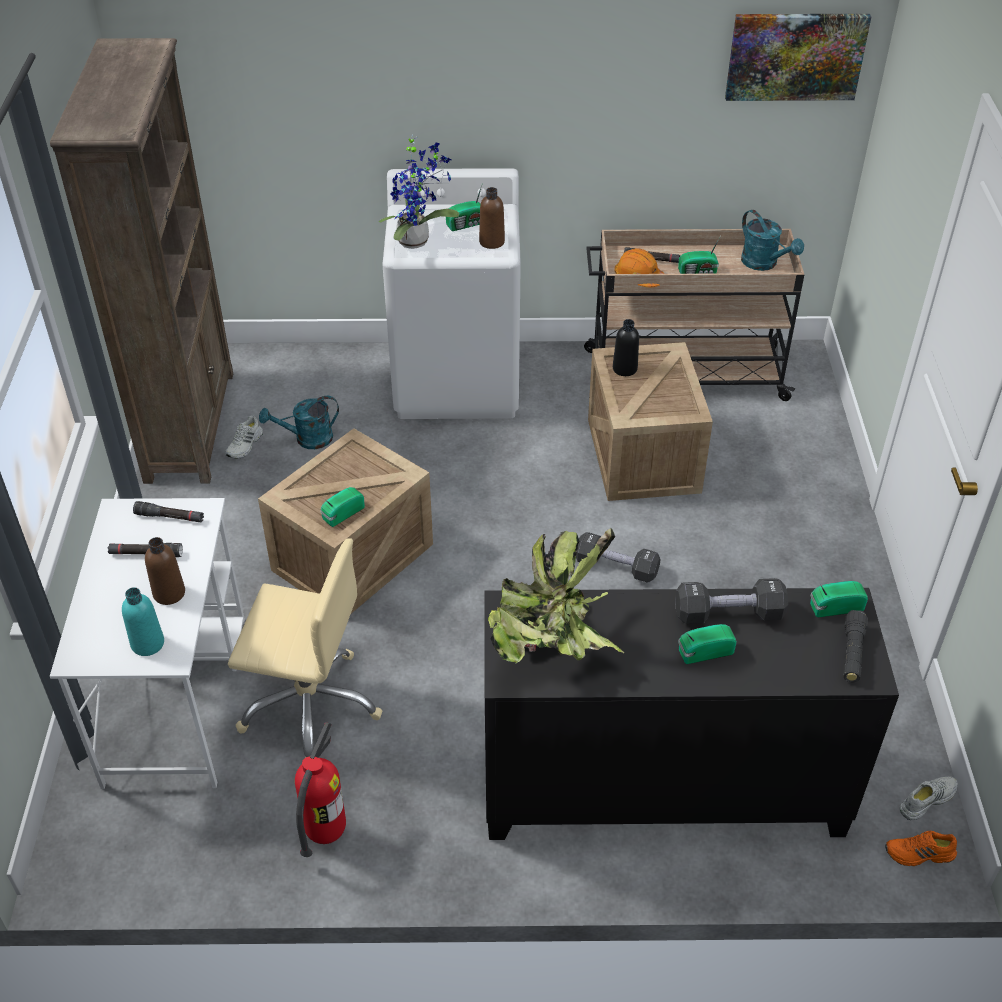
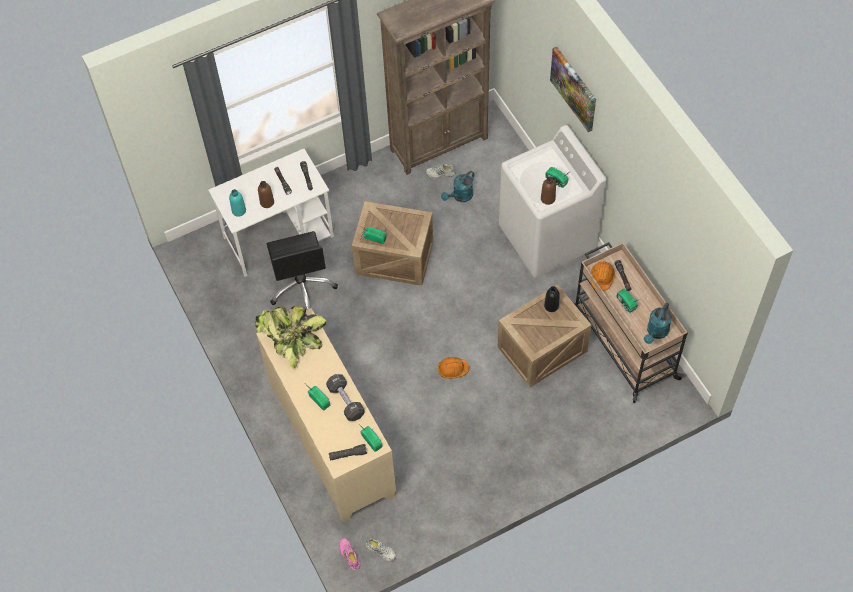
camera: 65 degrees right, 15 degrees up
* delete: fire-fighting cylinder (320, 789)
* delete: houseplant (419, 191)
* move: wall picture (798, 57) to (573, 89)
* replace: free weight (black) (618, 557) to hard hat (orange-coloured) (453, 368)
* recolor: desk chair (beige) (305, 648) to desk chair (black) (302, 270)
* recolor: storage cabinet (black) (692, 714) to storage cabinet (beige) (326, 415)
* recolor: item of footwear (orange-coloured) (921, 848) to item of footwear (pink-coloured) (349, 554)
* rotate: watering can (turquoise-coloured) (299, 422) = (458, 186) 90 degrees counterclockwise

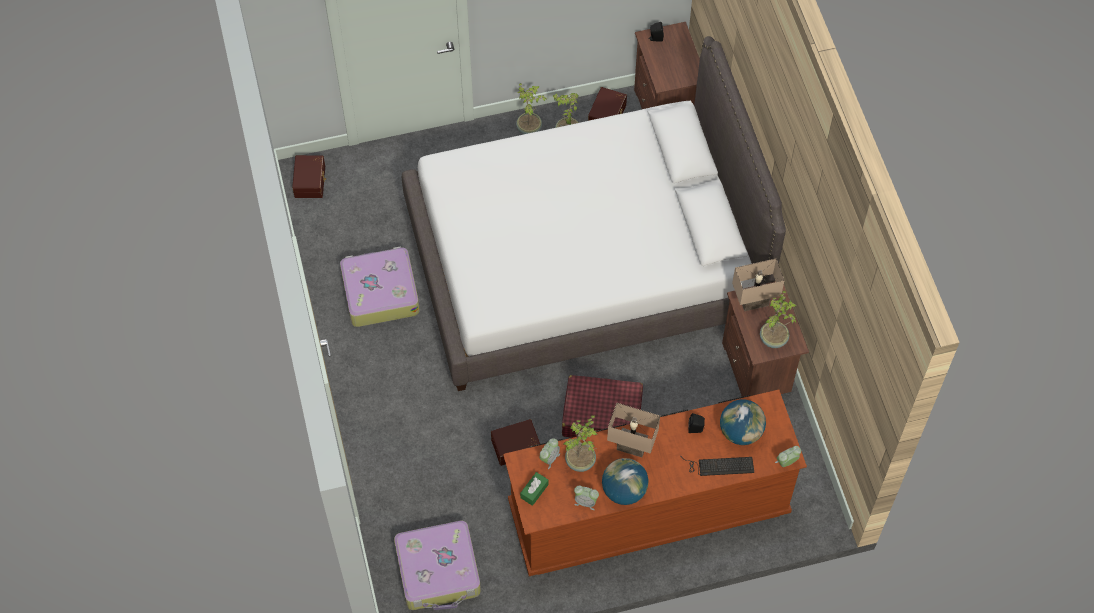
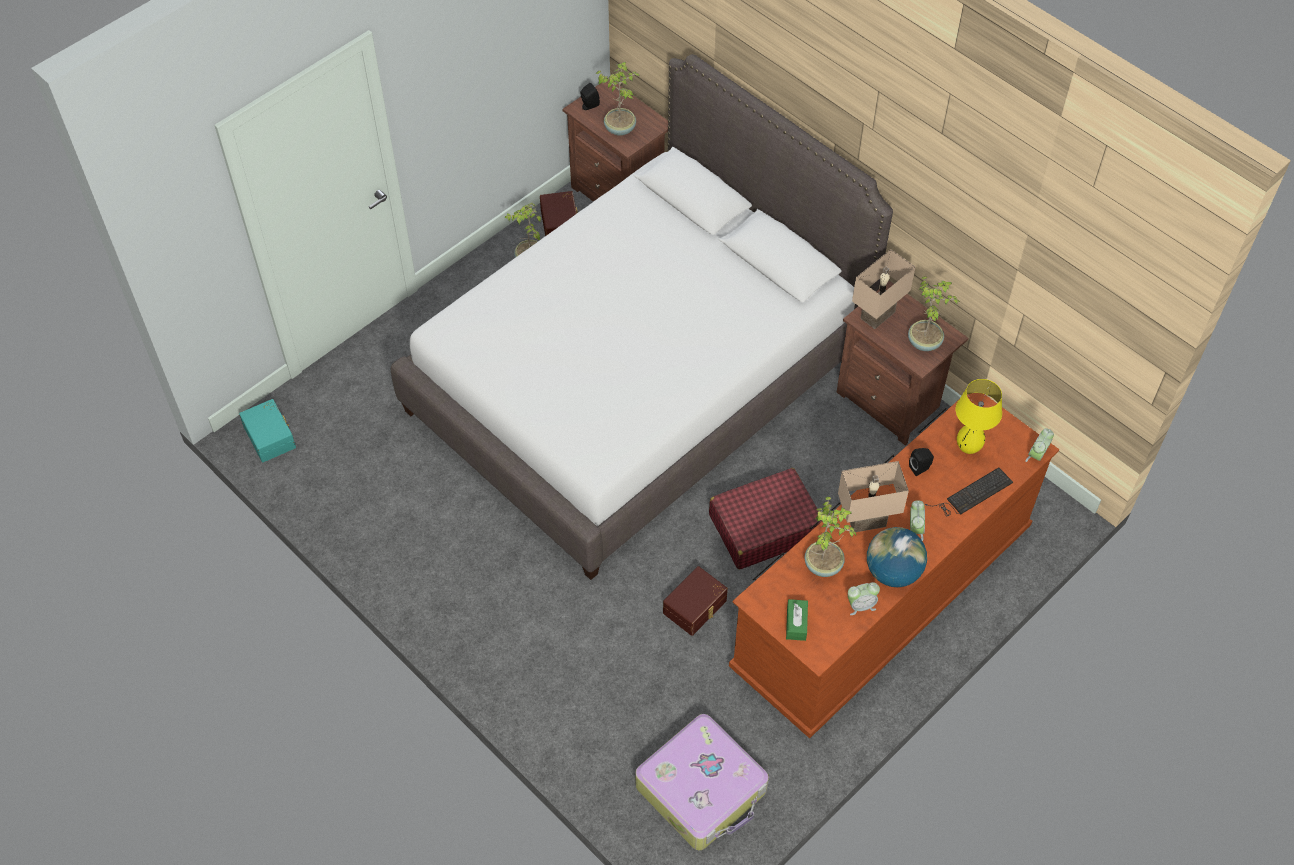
camera: 30 degrees left, 5 degrees down
* delete: suitcase (380, 286)
* move: houseplant (531, 108) to (617, 99)
* move: alarm clock (550, 453) to (917, 520)
* replace: world globe (743, 422) to lamp for a table (yellowish) (979, 416)
* recolor: storage container (brown) (309, 176) to storage container (turquoise-coloured) (267, 430)

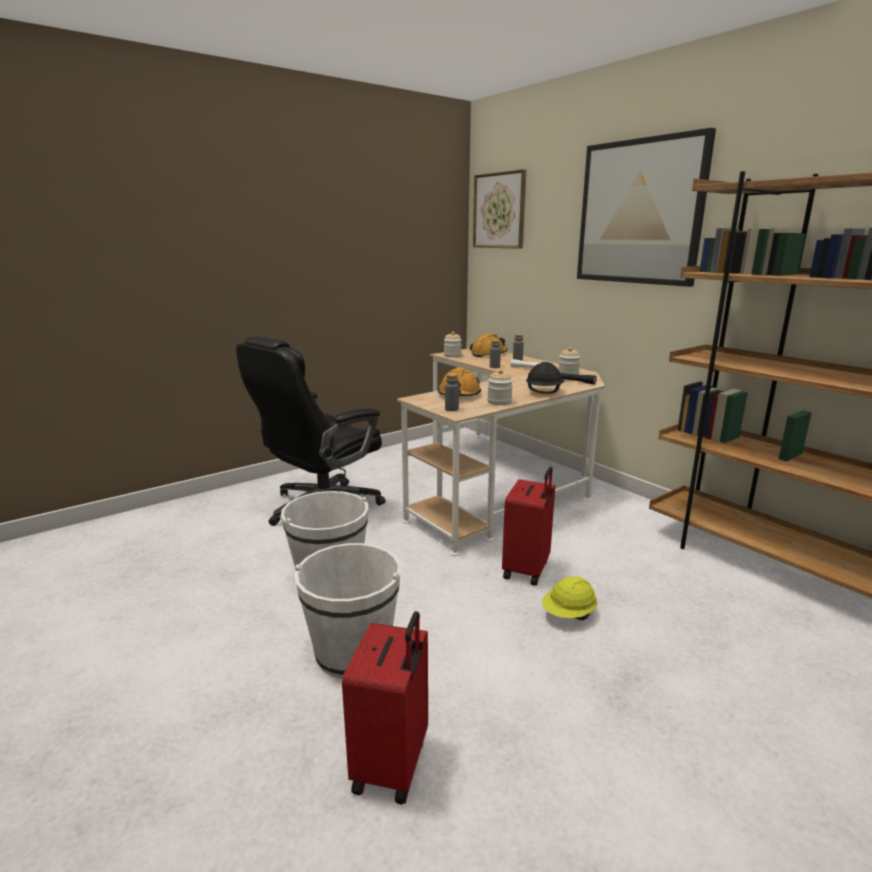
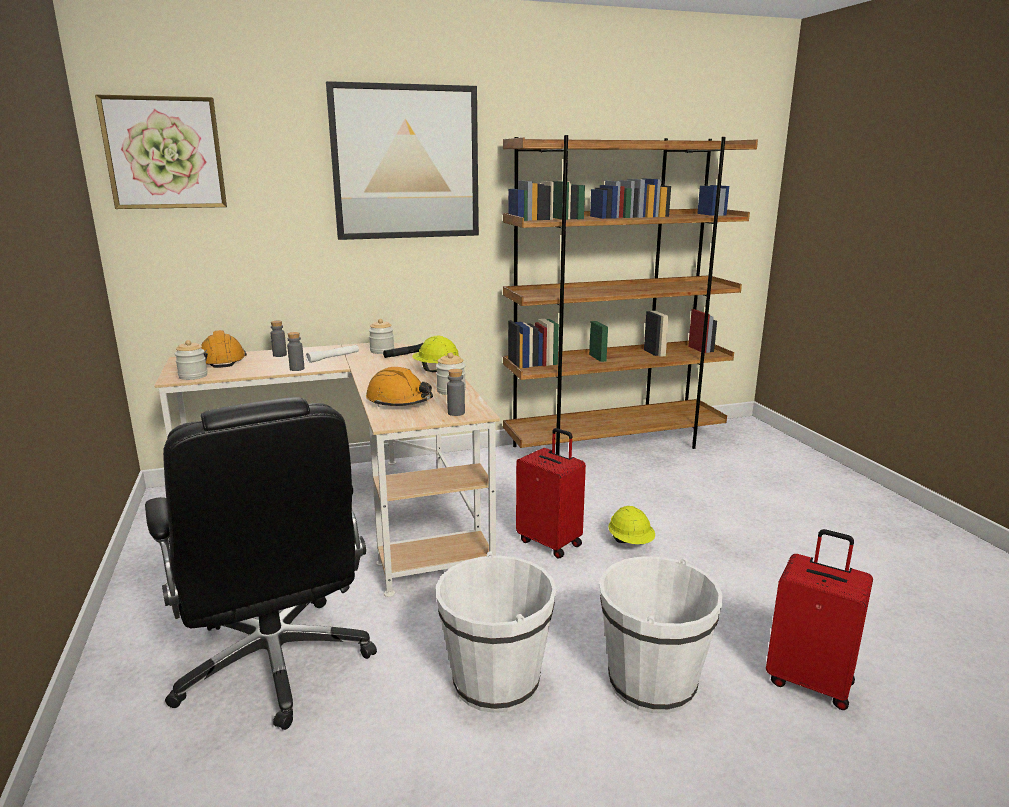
camera: 70 degrees left, 0 degrees up
* recolor: hard hat (black) (545, 378) to hard hat (yellowish) (436, 354)

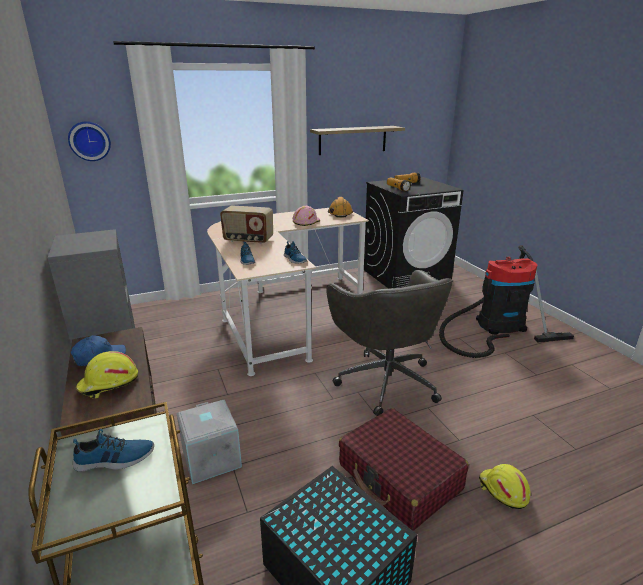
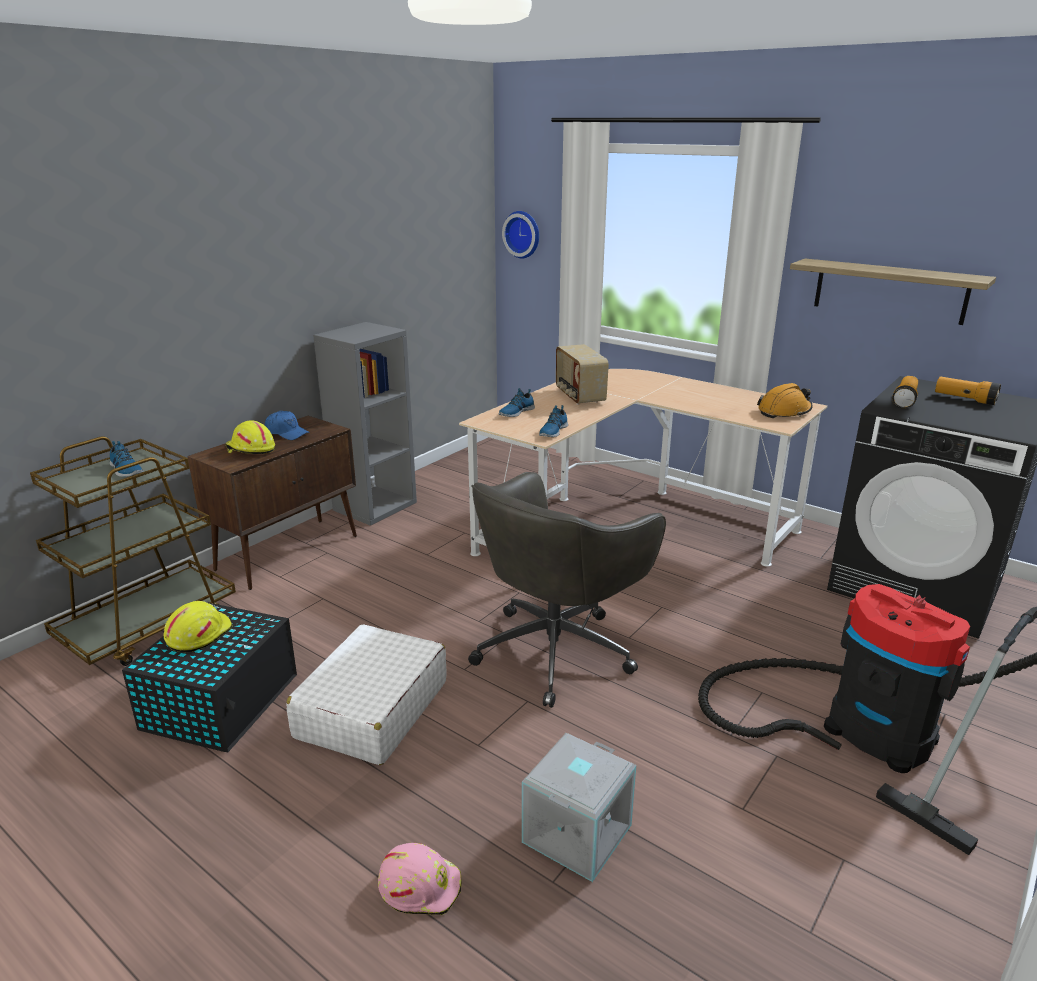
camera: 60 degrees right, 0 degrees up
* move: storage container (gray) (209, 442) to (579, 807)
* move: hard hat (pink-coloured) (306, 216) to (420, 879)
* move: hard hat (yellowish) (505, 486) to (198, 626)
* recolor: suitcase (red-coloured) (404, 469) to suitcase (white) (366, 694)

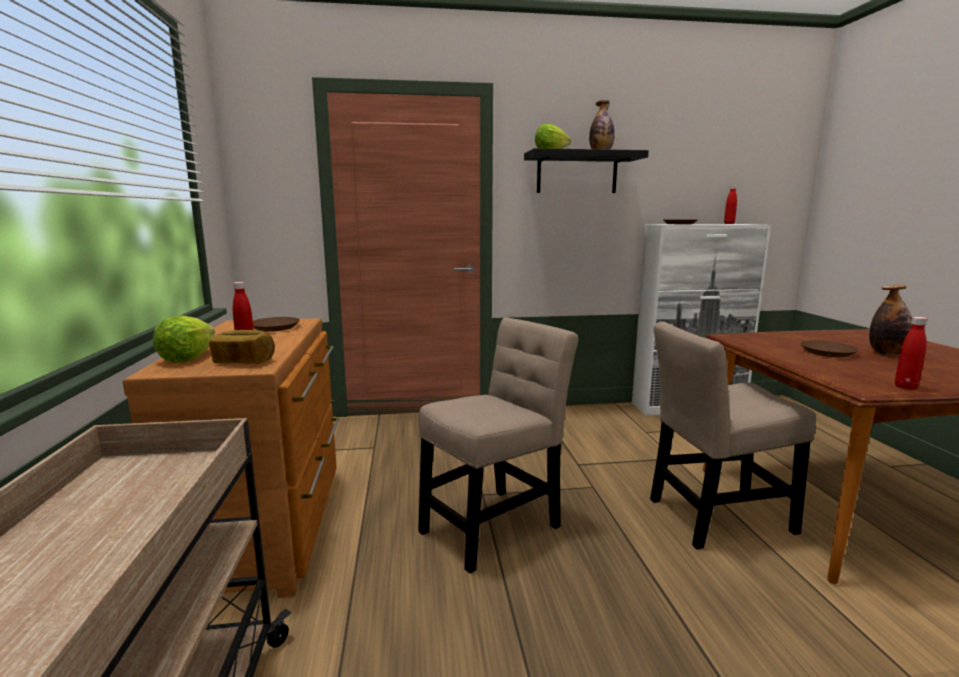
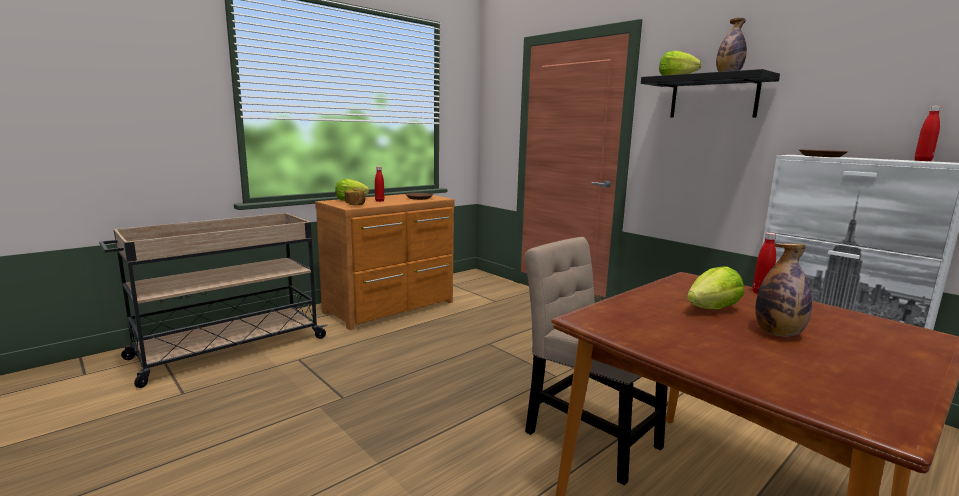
camera: 55 degrees right, 0 degrees up
* delete: upright chair (beige) (498, 445)
* move: bottle (red-coloured) (911, 353) to (765, 263)
* replace: dinner plate (brown) (829, 348) to lettuce head (715, 287)

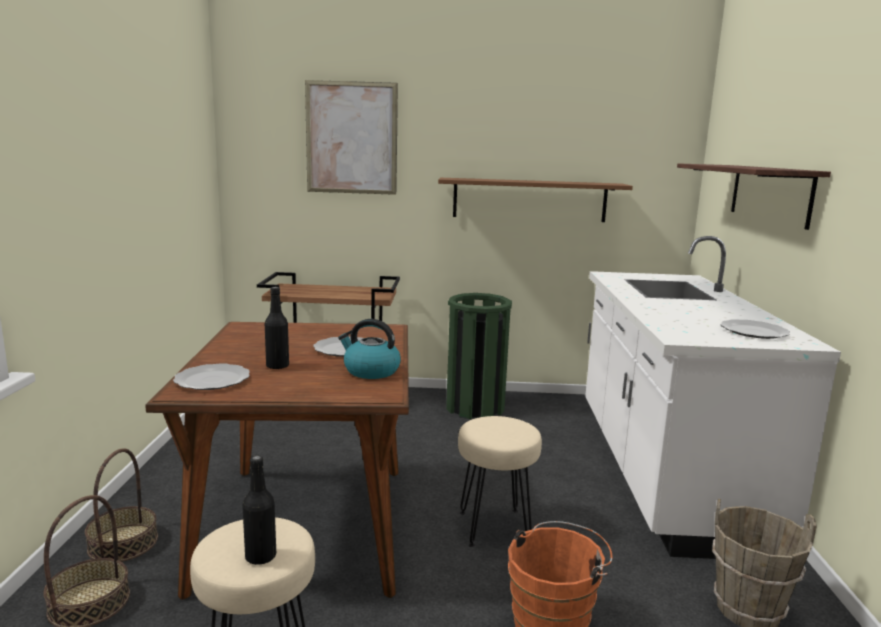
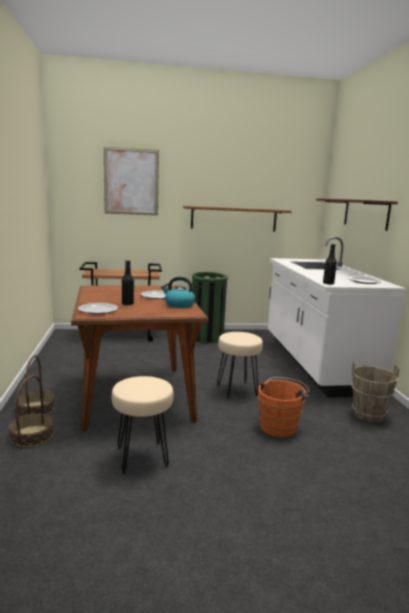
camera: 10 degrees left, 0 degrees up
* move: bottle (black) (259, 510) to (330, 264)

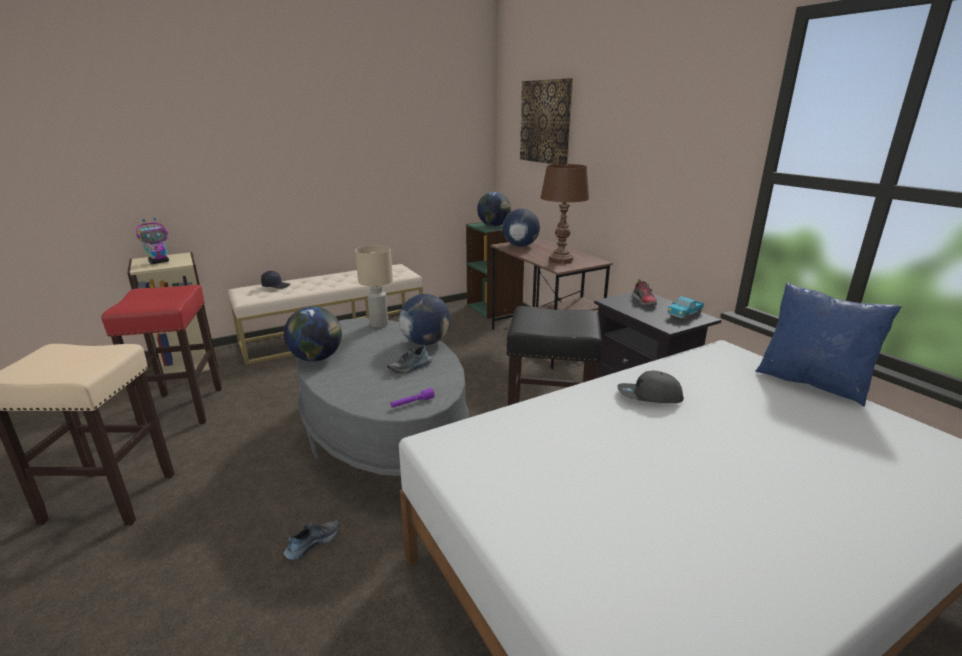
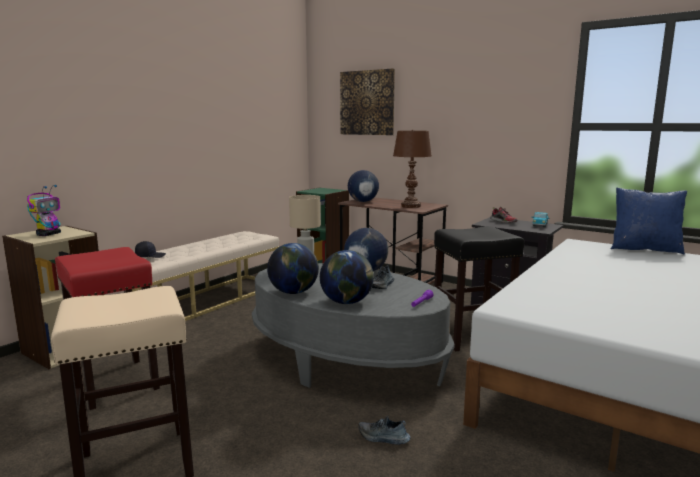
camera: 25 degrees left, 10 degrees down
* delete: baseball cap (gray) (650, 387)
* move: world globe (494, 209) to (347, 277)
* rotate: item of footwear (311, 540) = (384, 430) 90 degrees counterclockwise

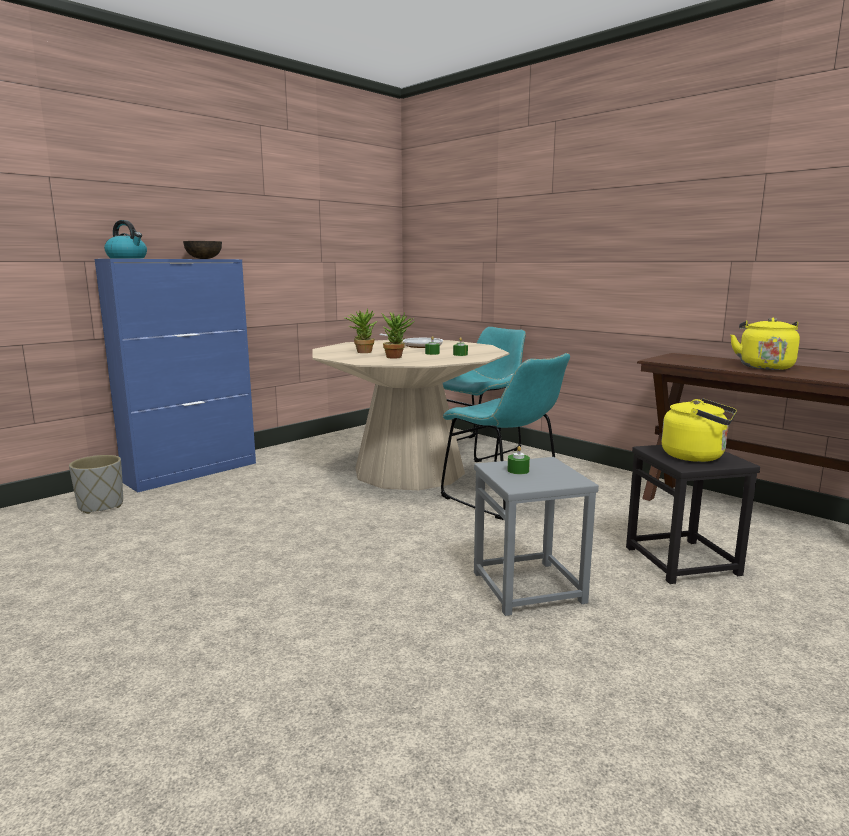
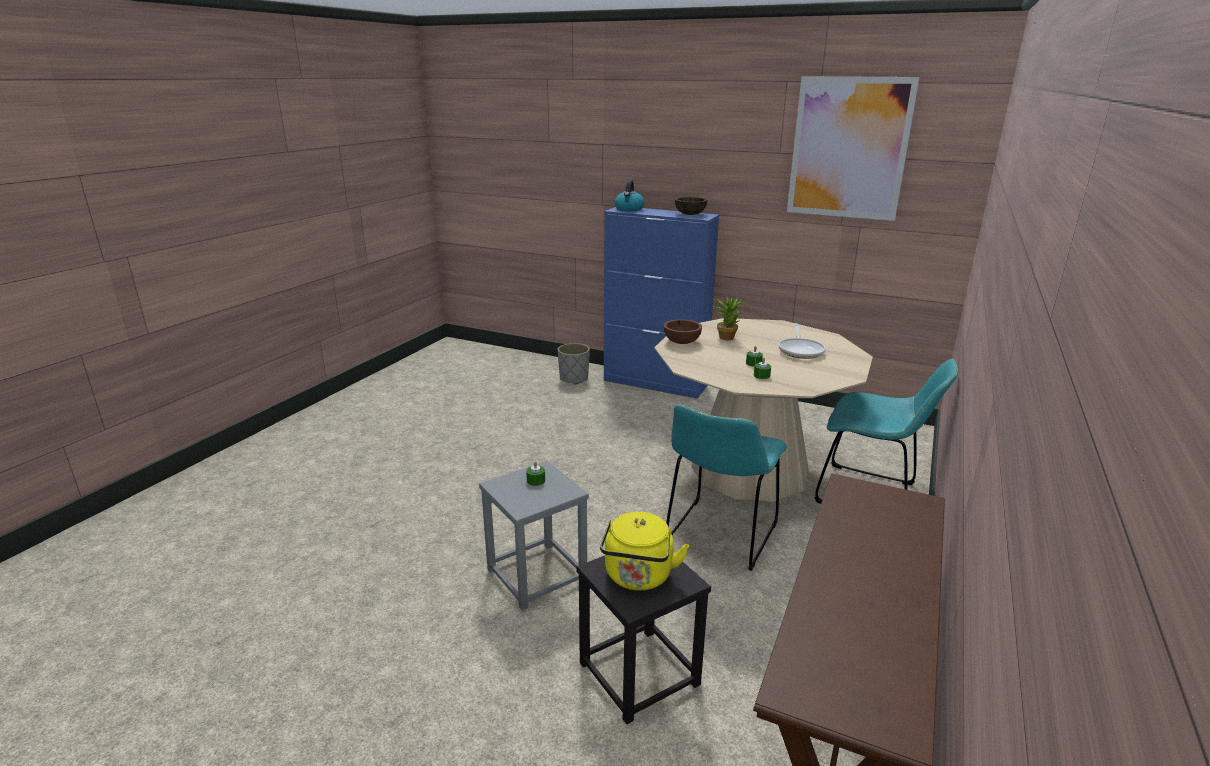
camera: 70 degrees right, 10 degrees up
* delete: houseplant (398, 336)
* delete: tea kettle (yellowish) (765, 344)
* insert: bowl (brown) (683, 331)
* insert: wall picture (853, 148)

